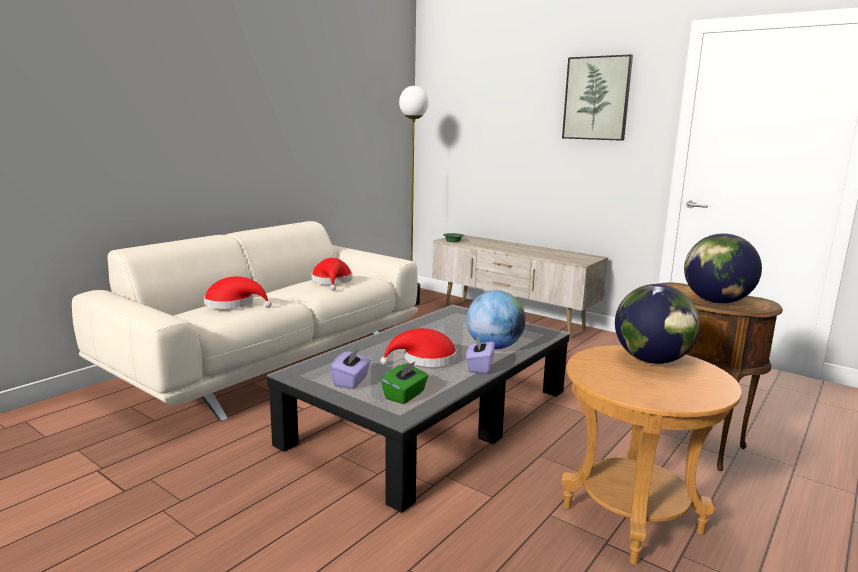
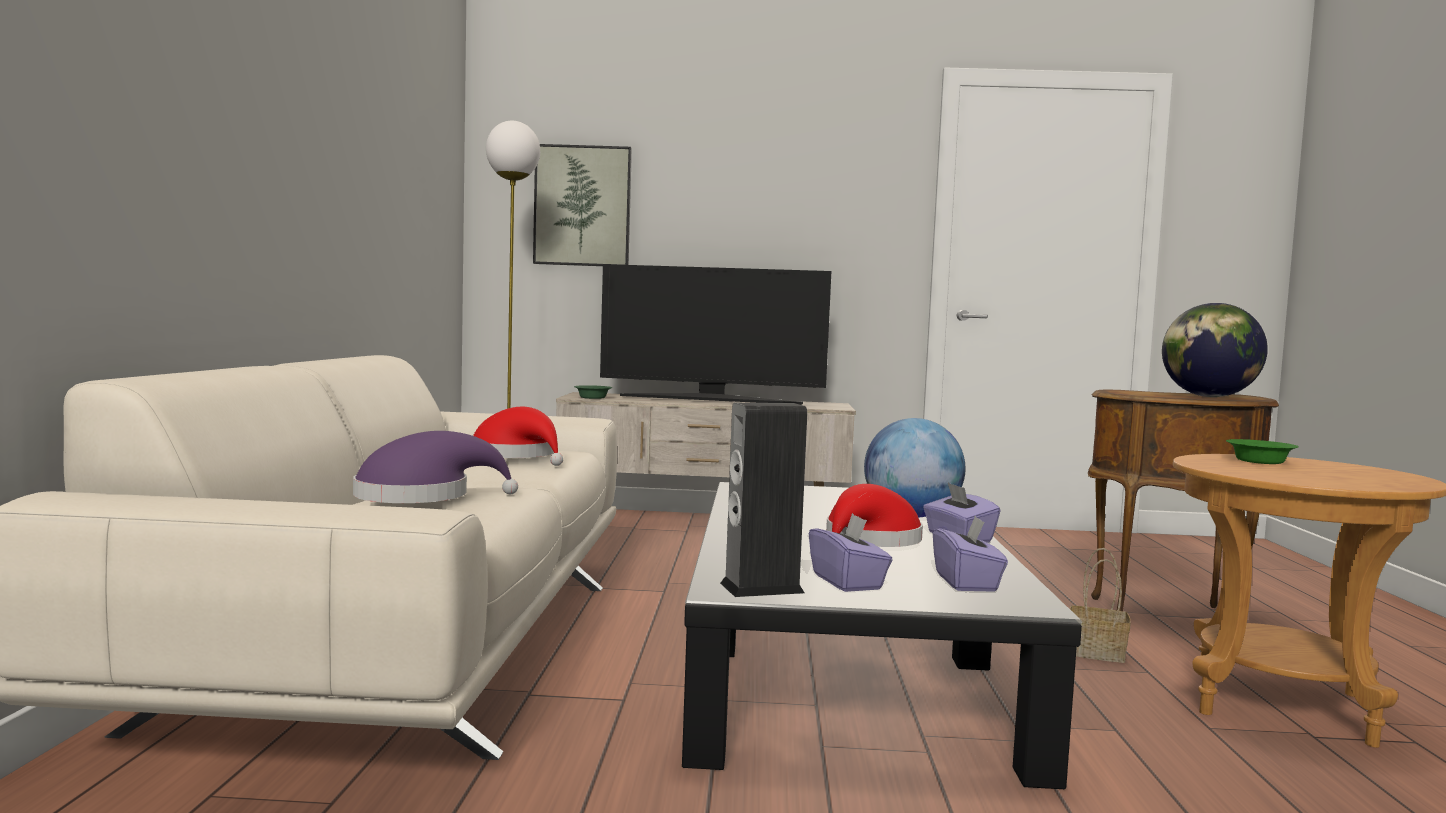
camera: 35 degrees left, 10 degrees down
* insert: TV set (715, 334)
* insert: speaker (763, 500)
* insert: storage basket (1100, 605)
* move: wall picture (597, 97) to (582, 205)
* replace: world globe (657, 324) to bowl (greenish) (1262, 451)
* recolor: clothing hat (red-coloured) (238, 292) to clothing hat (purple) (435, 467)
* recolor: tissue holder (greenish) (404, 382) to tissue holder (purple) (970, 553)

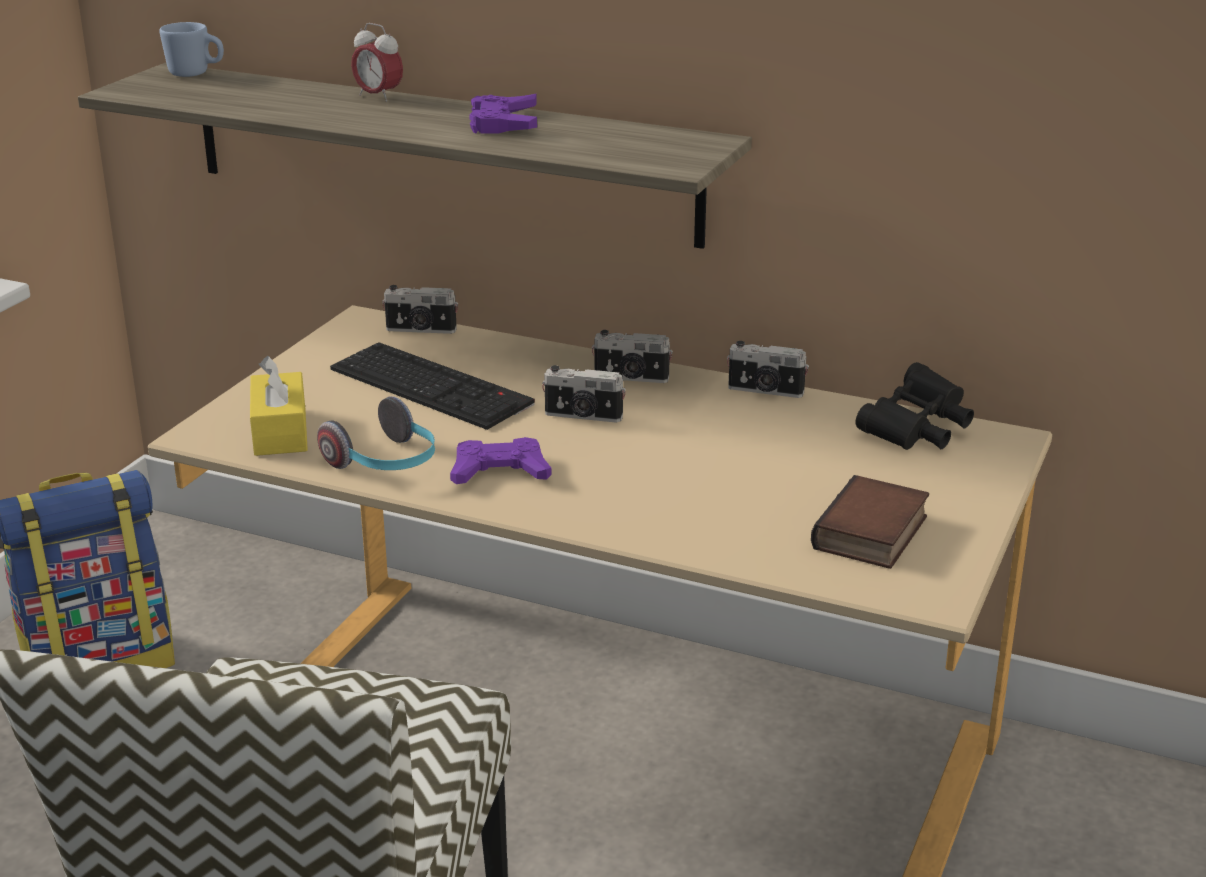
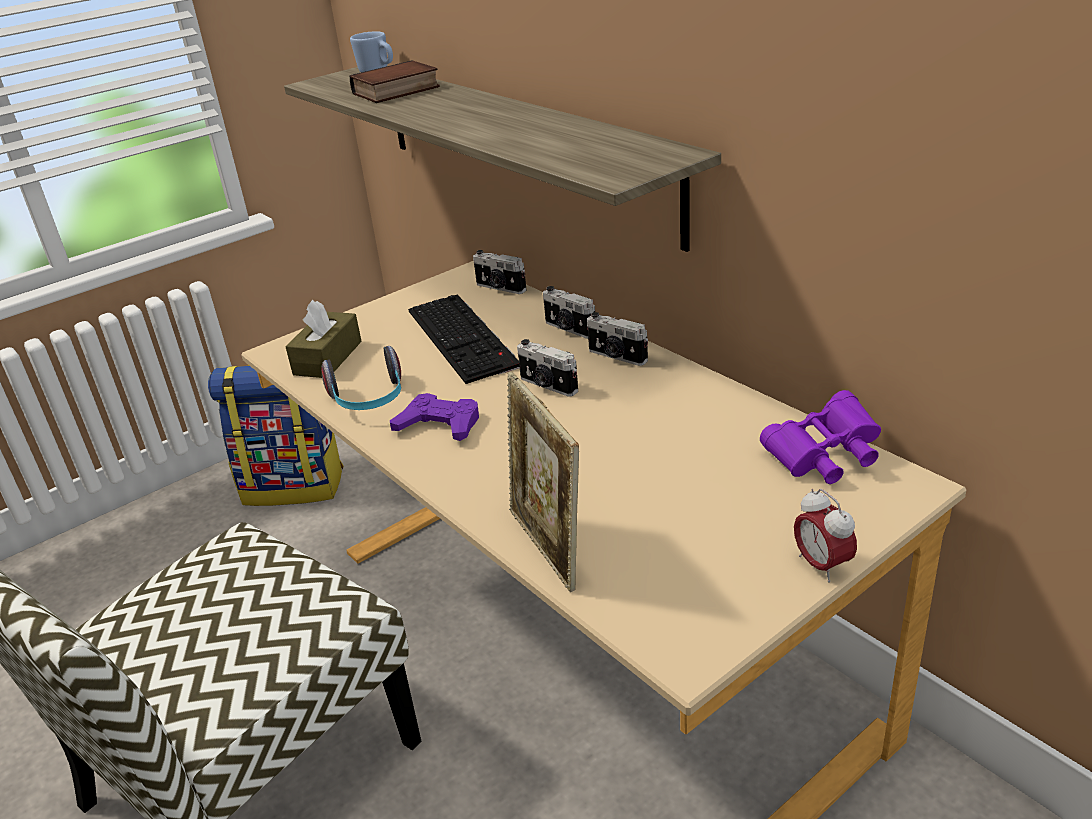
camera: 30 degrees right, 5 degrees up
* delete: gamepad (purple) (503, 114)
* insert: standing frame (543, 482)
* move: alarm clock (377, 62) to (825, 535)
* move: photo camera (768, 369) to (569, 312)
* move: bound book (870, 522) to (395, 81)
* recolor: tissue holder (yellowish) (279, 406) to tissue holder (brown) (324, 339)
* recolor: pair of binoculars (black) (914, 406) to pair of binoculars (purple) (820, 437)

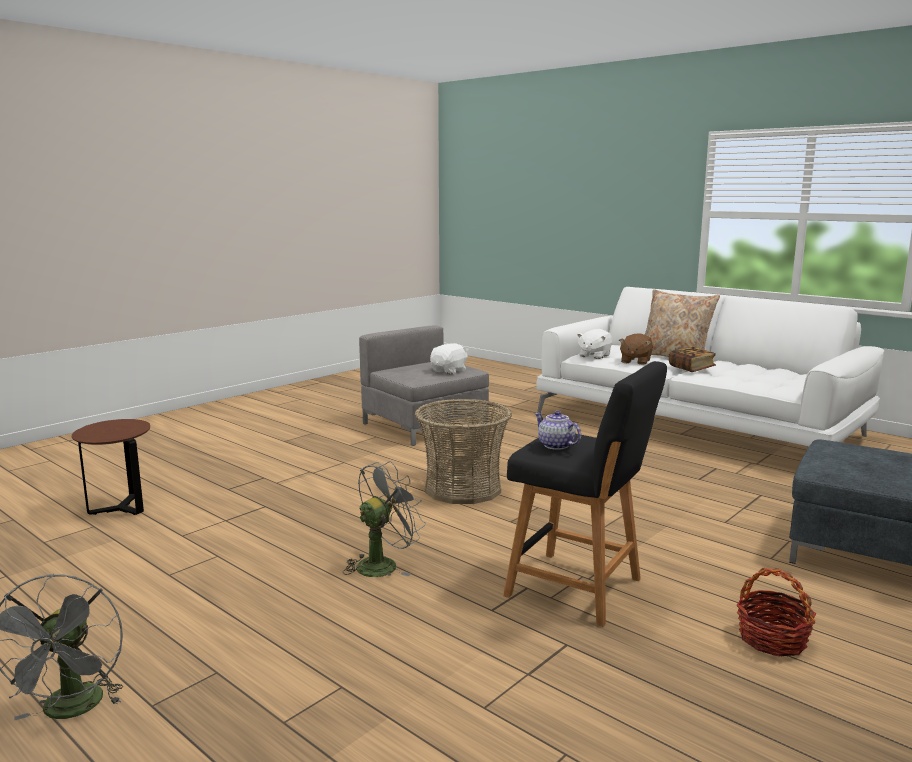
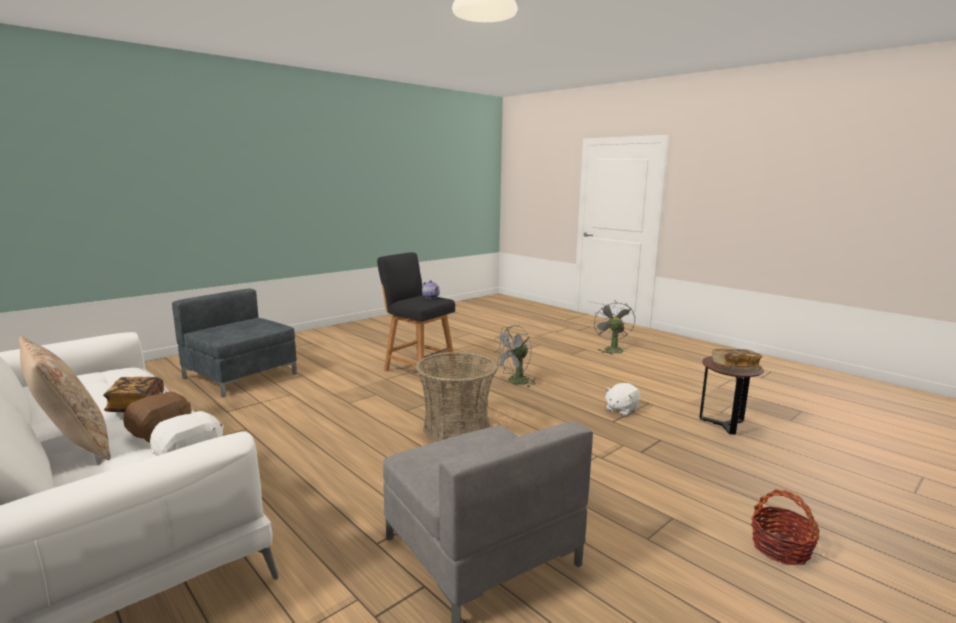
camera: 175 degrees left, 0 degrees up
* insert: bound book (737, 359)
* move: cuddly toy (white) (449, 358) to (622, 399)
* move: storage basket (776, 612) to (785, 527)

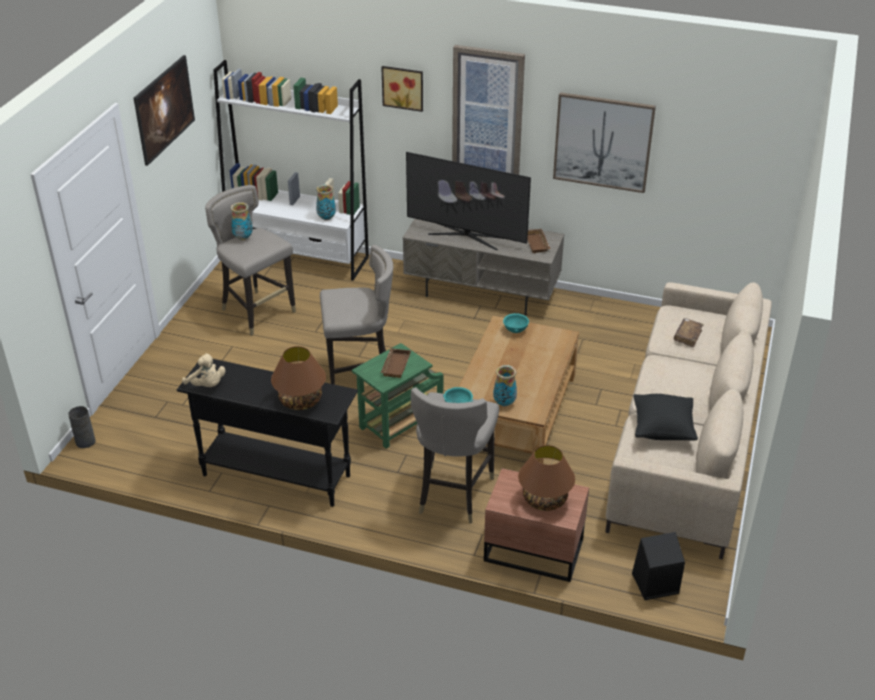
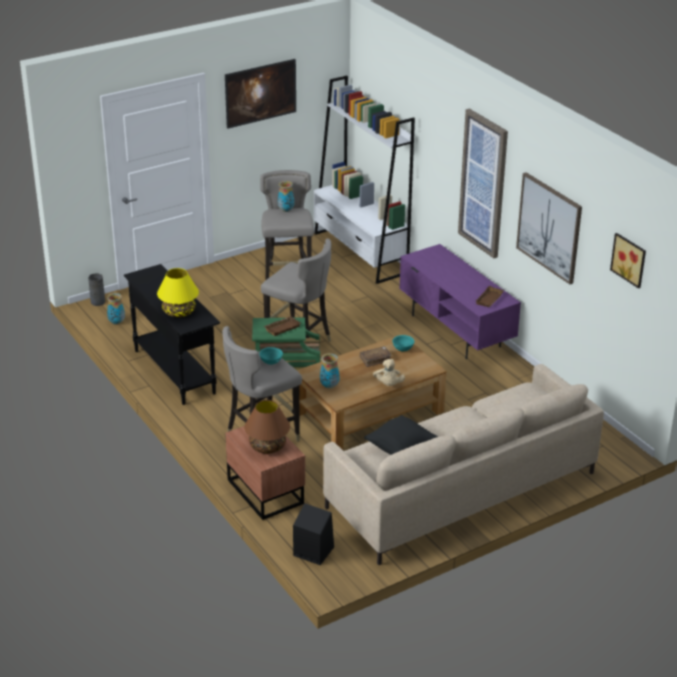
camera: 40 degrees right, 5 degrees down
* delete: TV set (468, 201)
* move: cuddly toy (beige) (203, 370) to (389, 372)
* move: vase (326, 202) to (116, 309)
* move: wall picture (402, 89) to (628, 260)
* move: bound book (brown) (689, 333) to (376, 357)
* recolor: lamp for a table (brown) (298, 378) to lamp for a table (yellowish) (178, 292)
* recolor: media console (gray) (483, 267) to media console (purple) (460, 301)

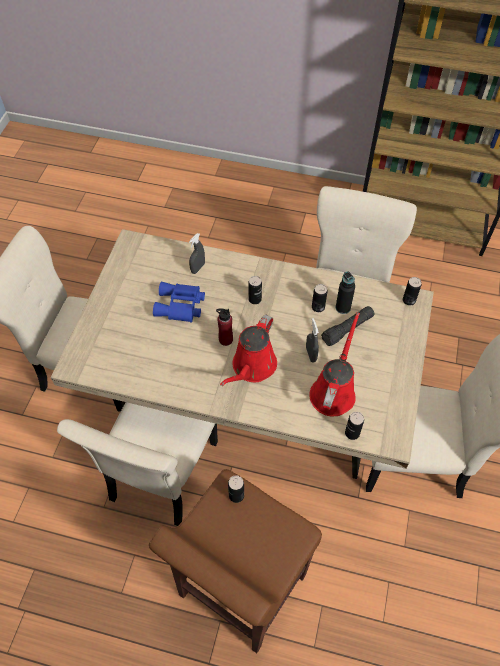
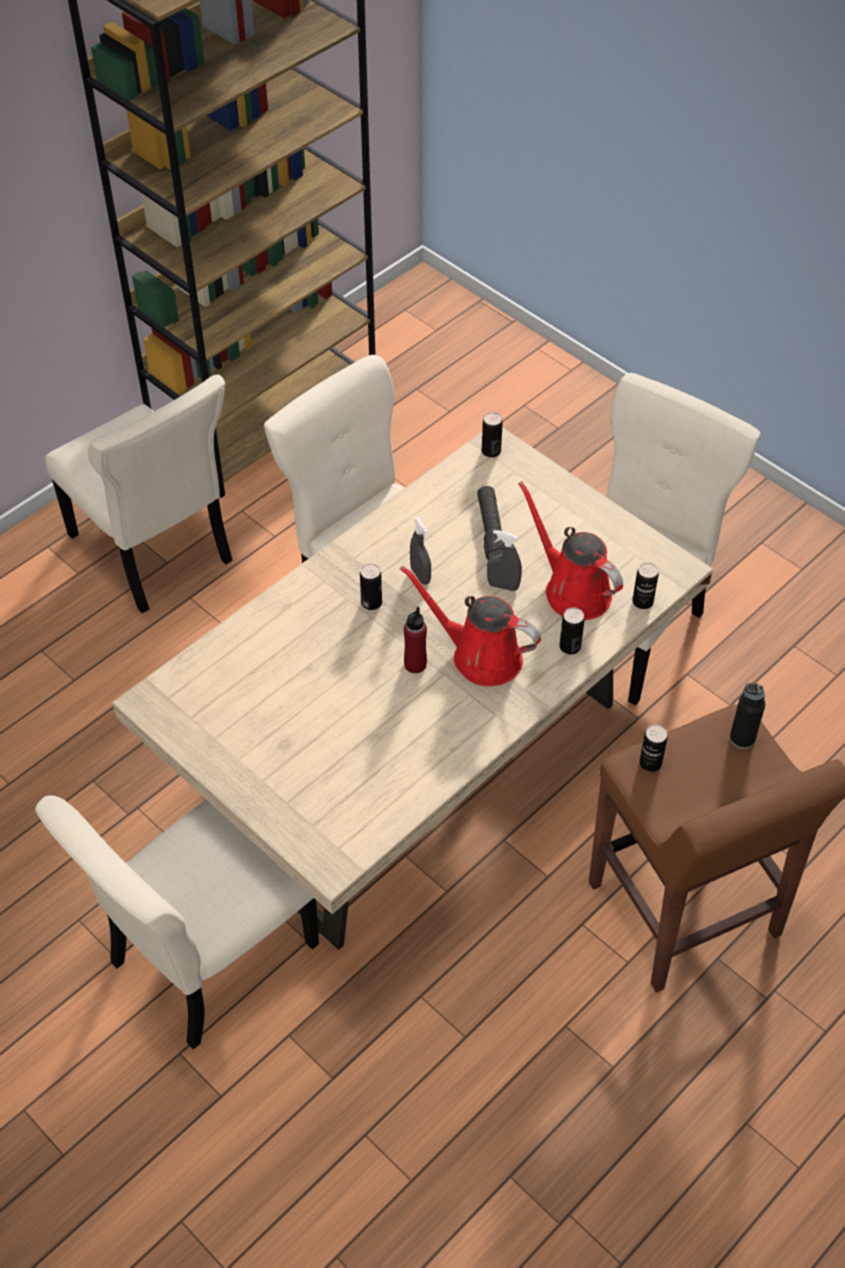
camera: 60 degrees left, 5 degrees down
* delete: pair of binoculars (blue-coloured) (179, 302)
* move: upright chair (beige) (137, 464) to (139, 494)
* move: sprayer (gray) (197, 253) to (420, 551)
* move: sealed can (320, 298) to (572, 630)
* move: bottle (black) (345, 292) to (747, 716)
* rotate: watering can (red-coloured) (248, 350) = (470, 625) 150 degrees clockwise

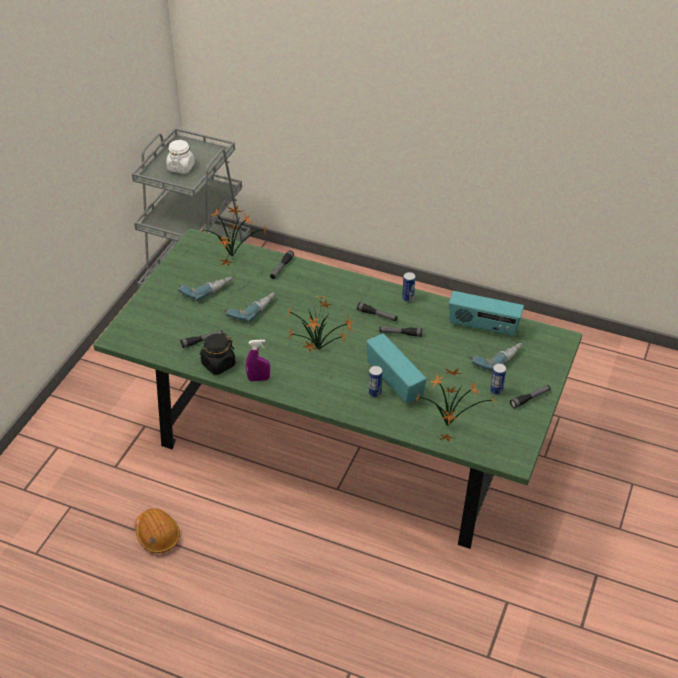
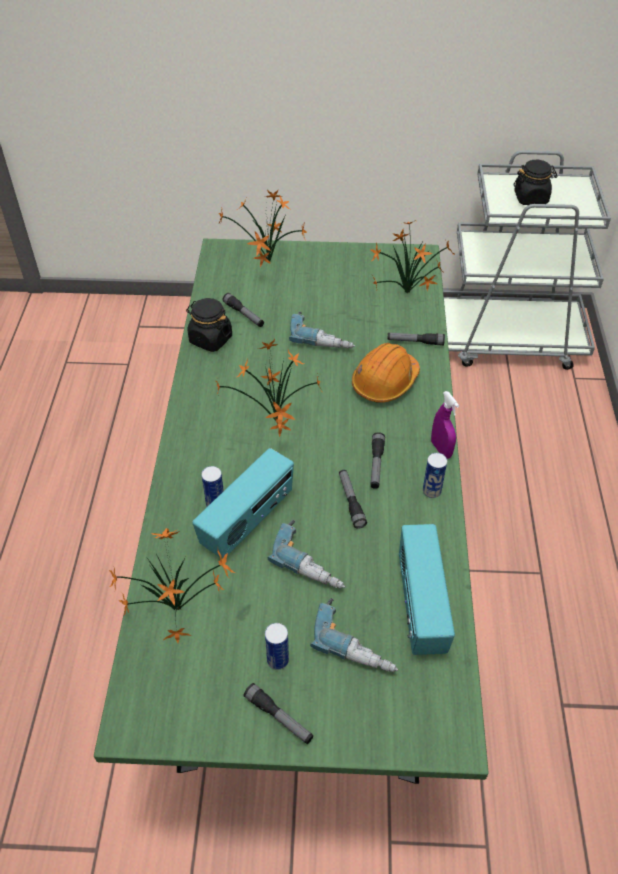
camera: 70 degrees right, 5 degrees up
* insert: houseplant (262, 228)
* move: hard hat (orange-coloured) (157, 530) to (386, 373)
* move: electric drill (205, 289) to (306, 554)
* move: sprayer (purple) (258, 360) to (445, 425)
* recolor: storage jar (white) (180, 157) to storage jar (black) (536, 182)

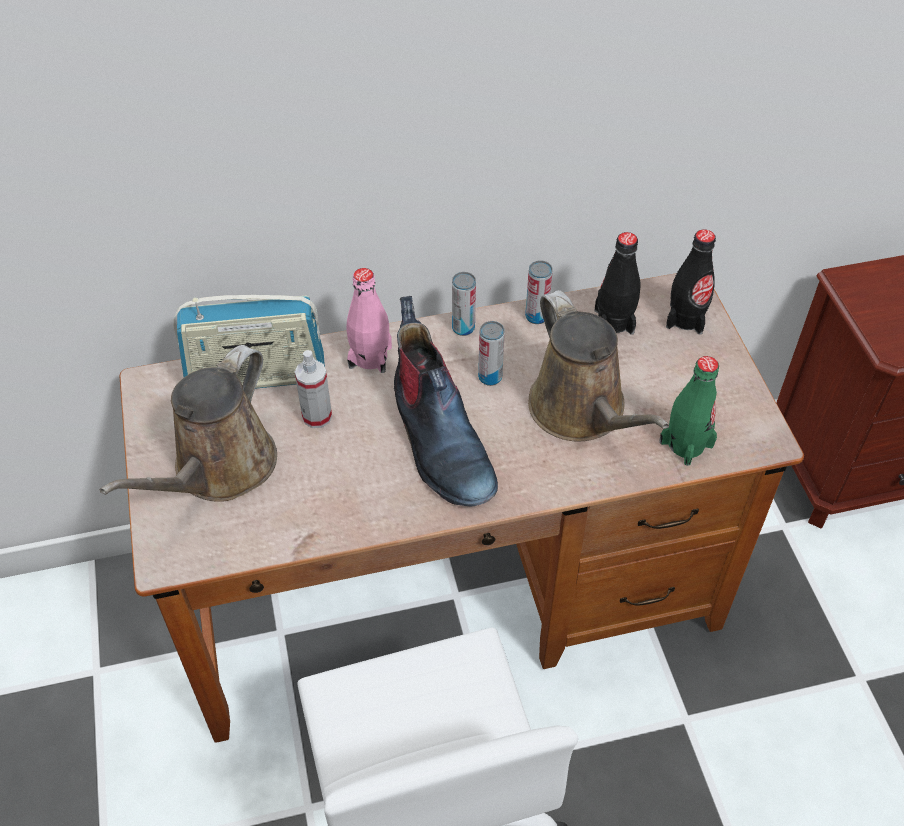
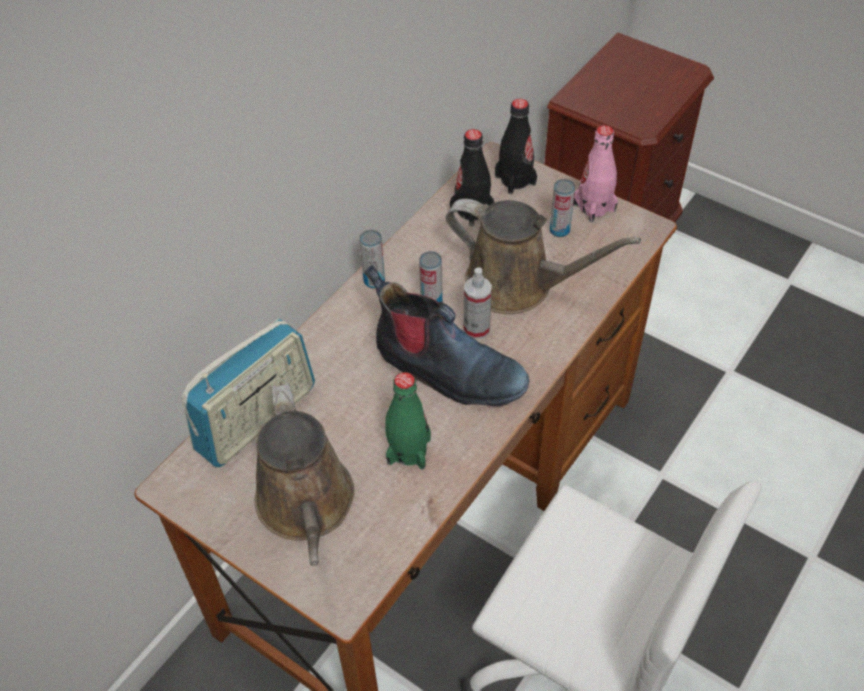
camera: 40 degrees left, 0 degrees up
* move: sprayer (313, 389) to (478, 303)
* move: bottle (pink-coloured) (369, 320) to (595, 173)
* move: sealed can (539, 292) to (562, 208)
* move: bottle (greenish) (689, 411) to (408, 420)

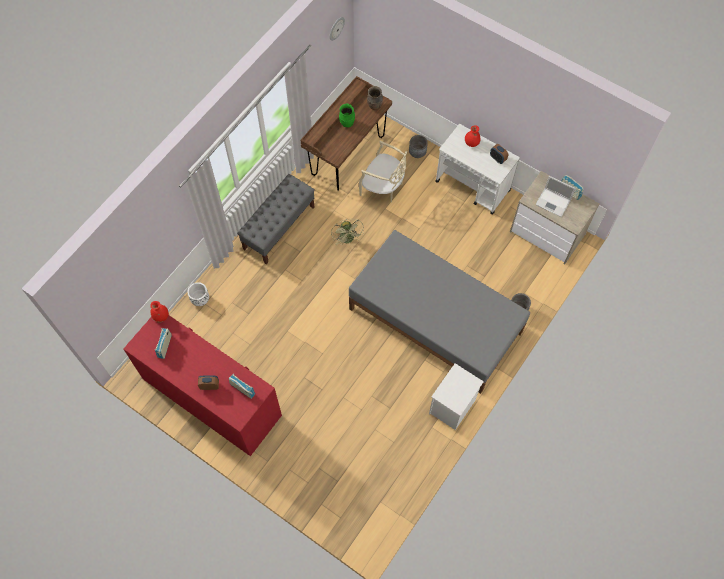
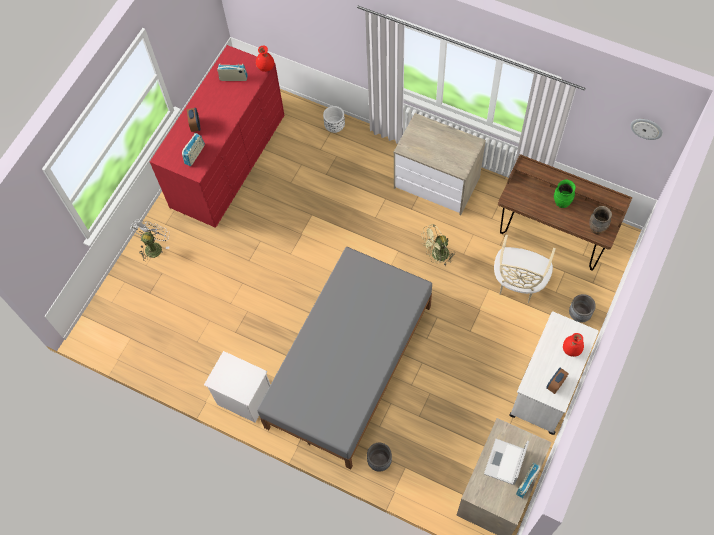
camera: 85 degrees right, 0 degrees up
* insert: cooling fan (white) (150, 240)
* replace: long seat (gray) (276, 219) to chest of drawers (440, 164)

